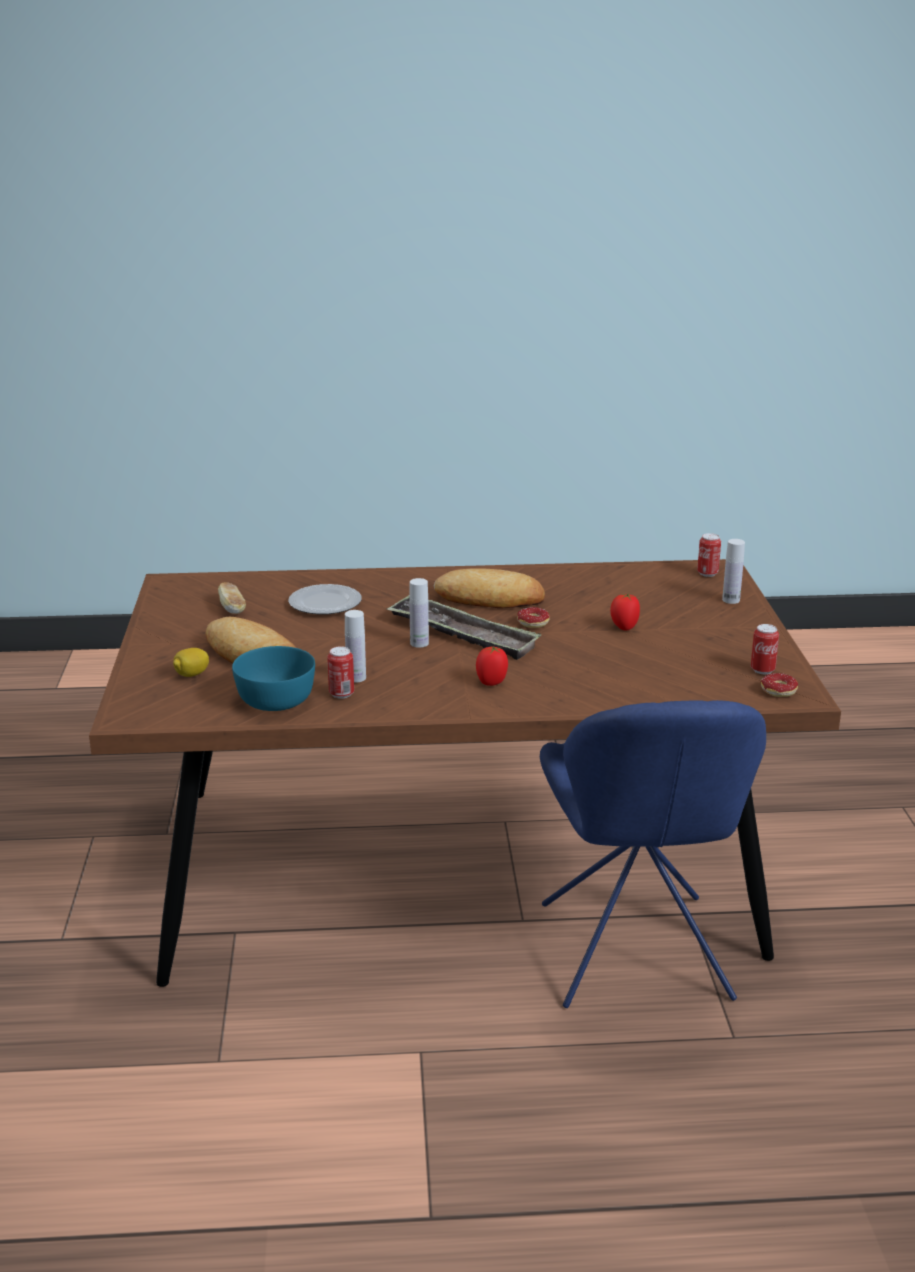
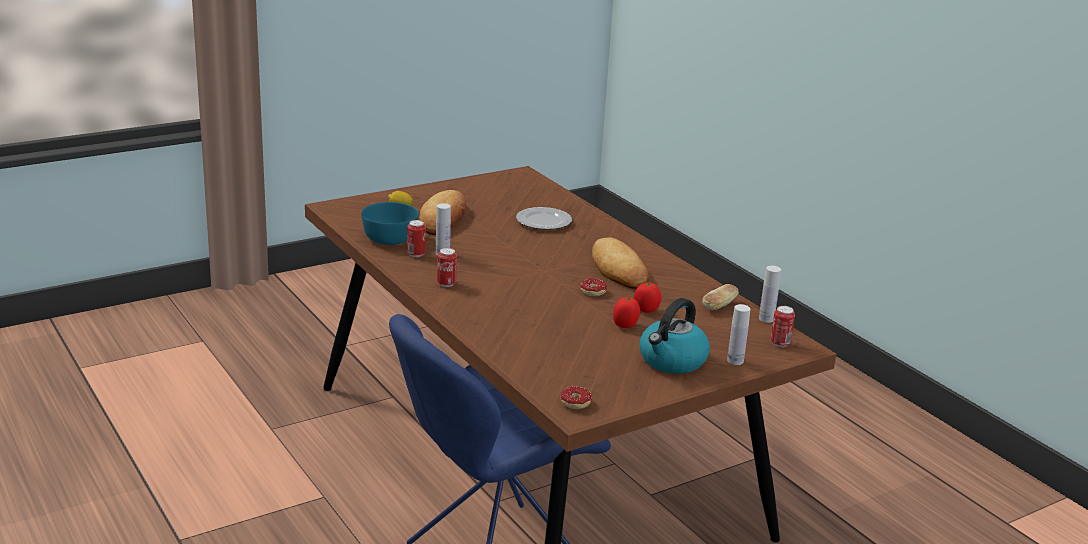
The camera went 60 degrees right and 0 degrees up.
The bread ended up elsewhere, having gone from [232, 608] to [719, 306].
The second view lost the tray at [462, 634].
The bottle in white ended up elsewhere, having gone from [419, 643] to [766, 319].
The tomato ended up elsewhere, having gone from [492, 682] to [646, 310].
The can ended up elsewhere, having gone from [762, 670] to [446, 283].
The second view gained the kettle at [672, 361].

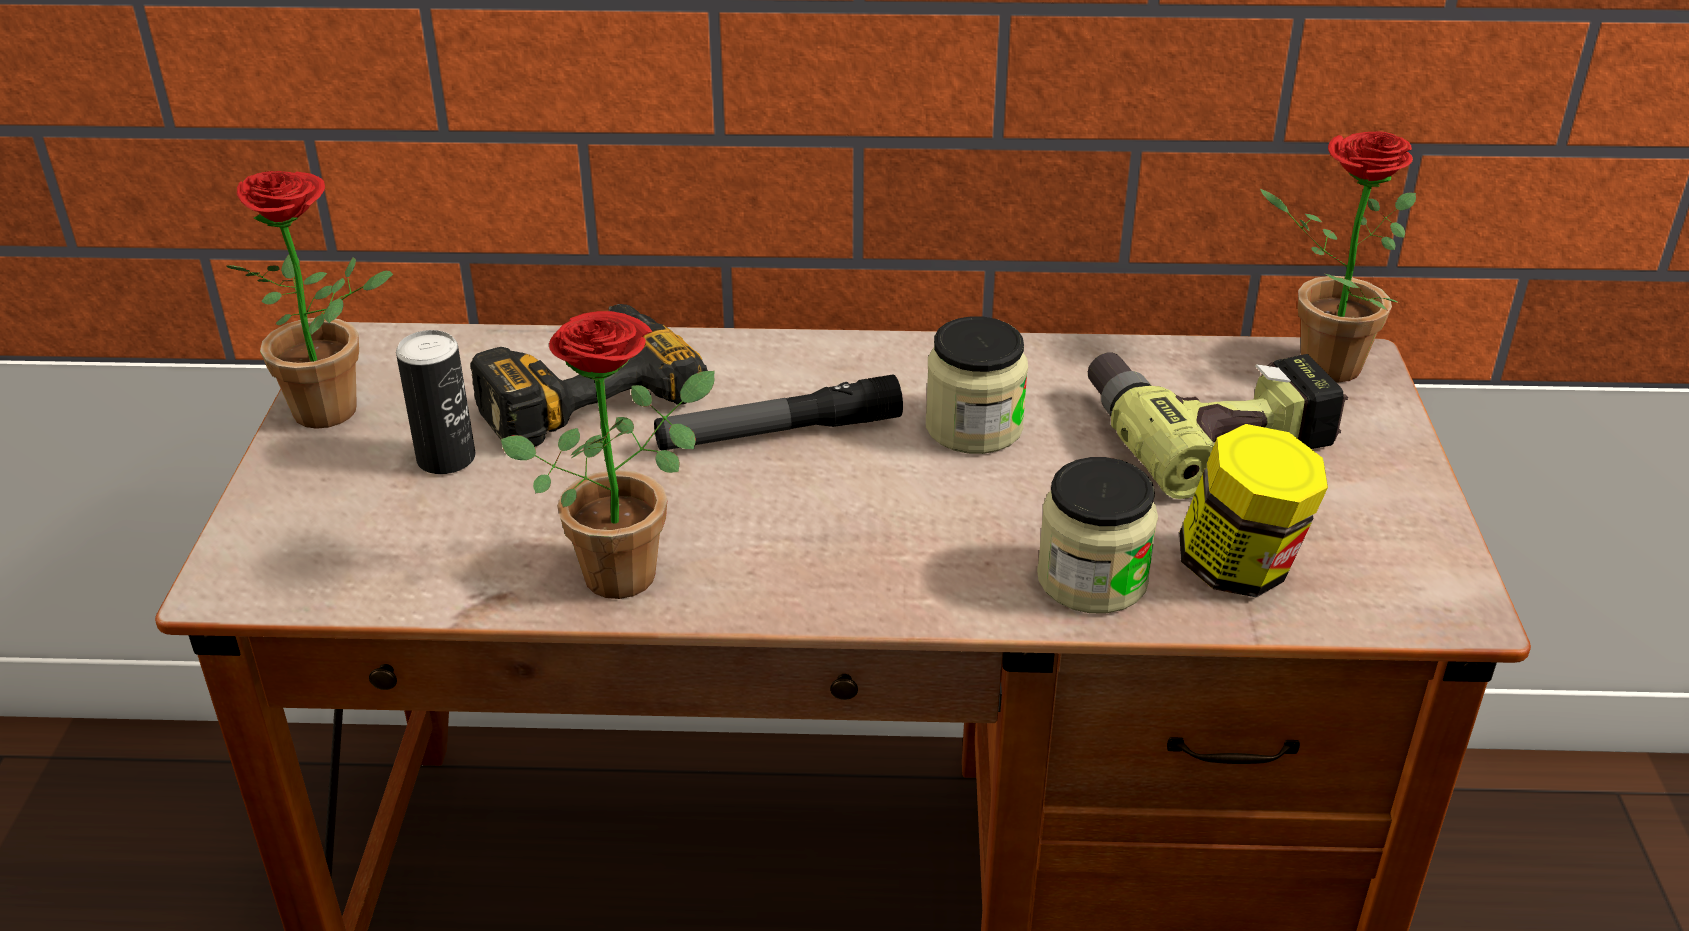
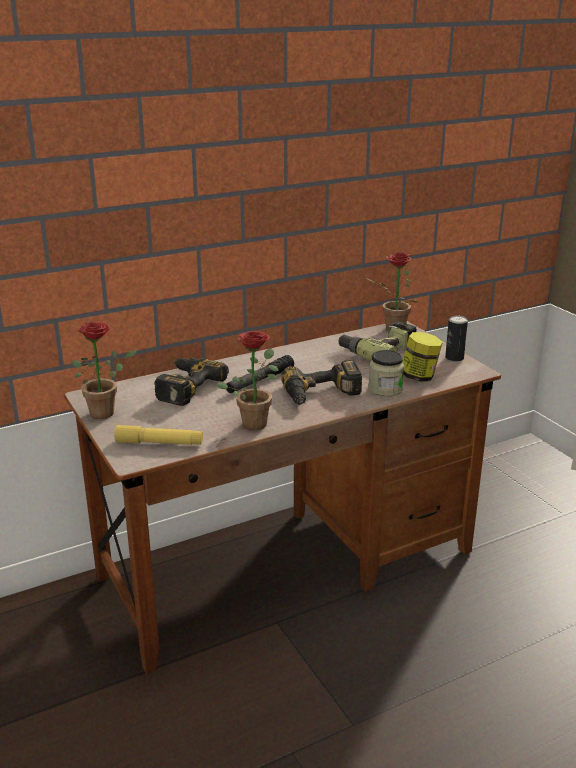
The camera went 30 degrees left and 10 degrees down.
The can ended up elsewhere, having gone from [446, 458] to [454, 358].
The second view lost the jar at [974, 427].
The second view gained the flashlight in yellow at [159, 443].
The second view gained the power drill at [322, 395].

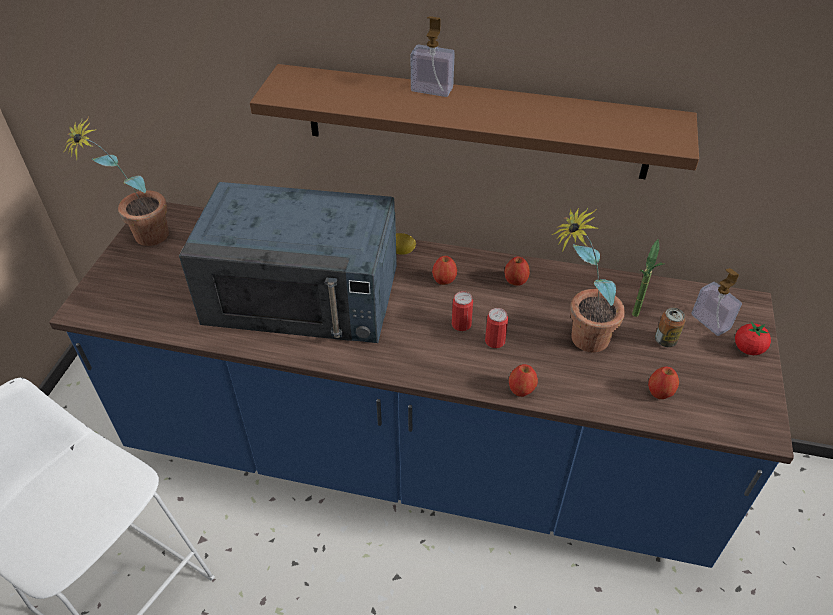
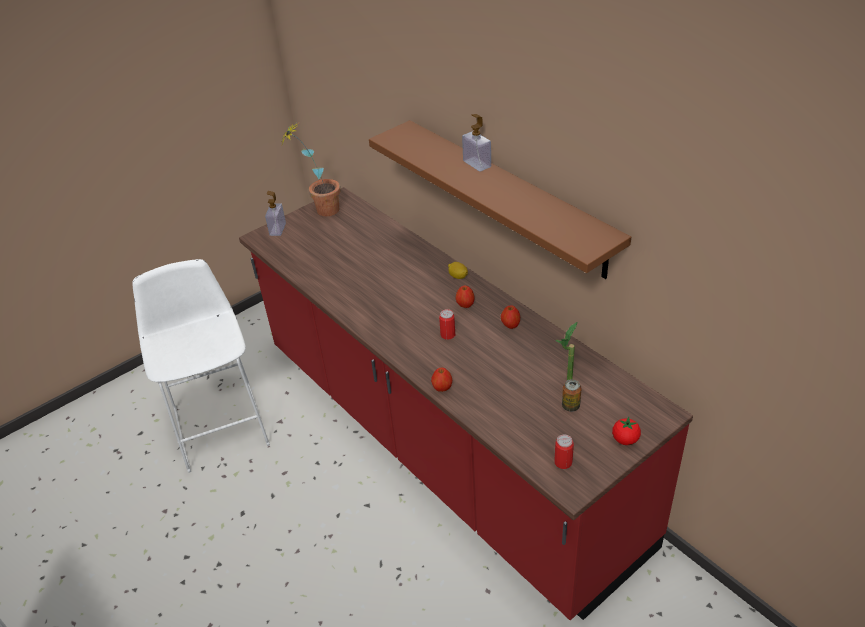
The camera went 40 degrees right and 5 degrees down.
What was the counter in blue at [416, 455] turned into the counter in red at [443, 442].
The second view lost the microwave in blue at [303, 293].
The can ended up elsewhere, having gone from [495, 341] to [563, 462].
The second view lost the potted plant at [577, 339].
The second view lost the apple at [660, 393].
The soap dispenser ended up elsewhere, having gone from [710, 322] to [277, 229].

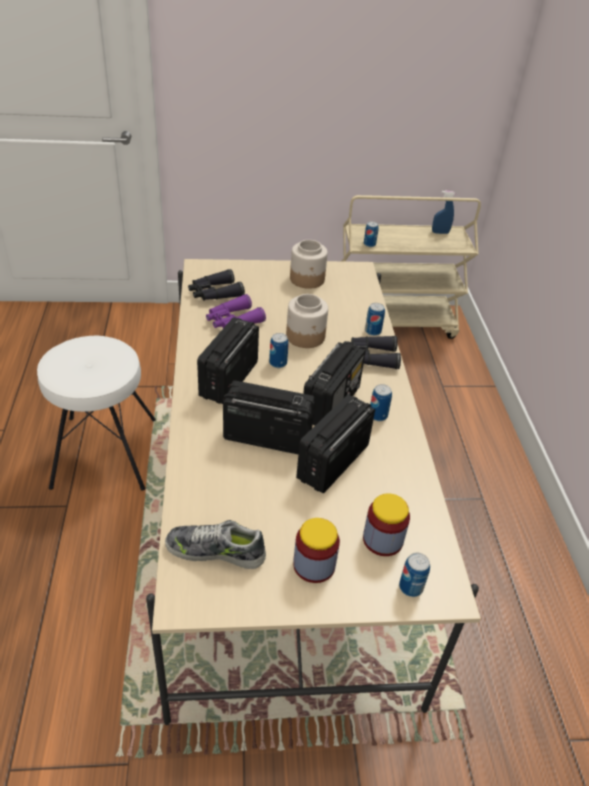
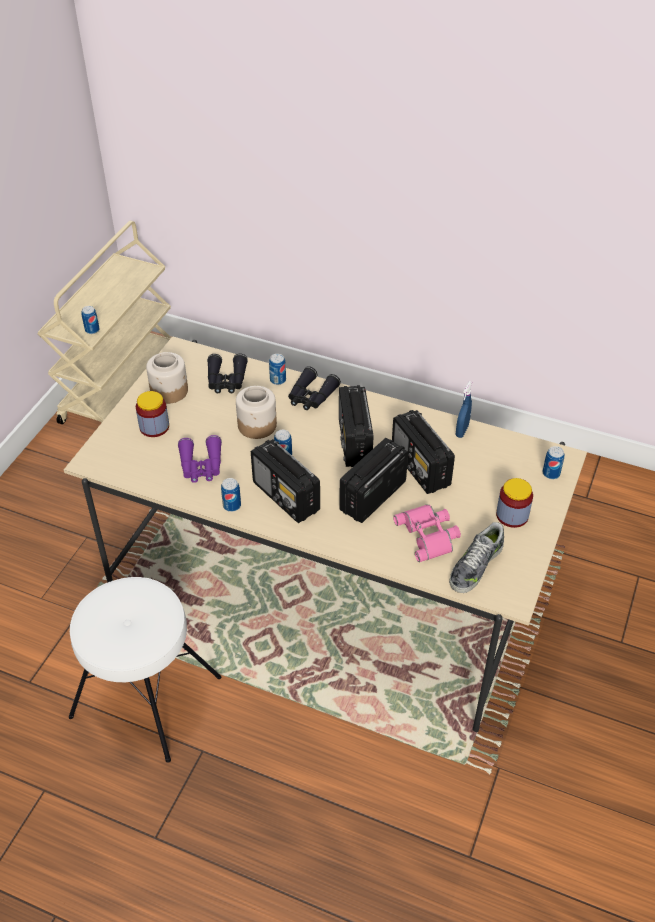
The camera went 60 degrees left and 5 degrees up.
The binoculars in black ended up elsewhere, having gone from [214, 293] to [226, 380].
The radio at [331, 403] ended up facing another way, 150 degrees counterclockwise from before.
The jar ended up elsewhere, having gone from [382, 539] to [154, 427].
The can ended up elsewhere, having gone from [378, 415] to [232, 505].
The spray bottle in blue ended up elsewhere, having gone from [440, 232] to [462, 431].
The second view gained the binoculars in pink at [429, 535].

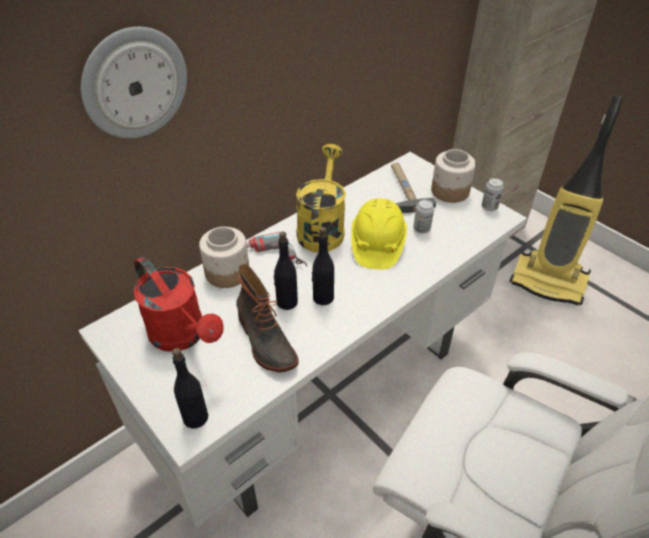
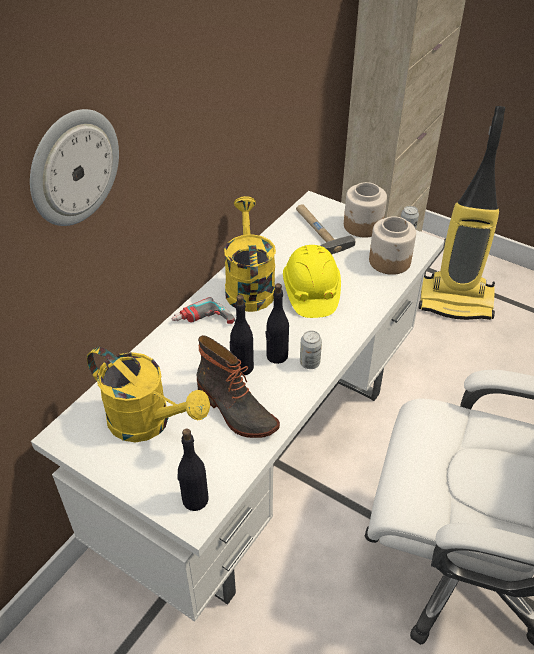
The camera went 15 degrees left and 0 degrees up.
What was the watering can in red at [183, 336] turned into the watering can in yellow at [148, 423].
The jar ended up elsewhere, having gone from [228, 272] to [390, 261].
The can ended up elsewhere, having gone from [421, 229] to [309, 363].

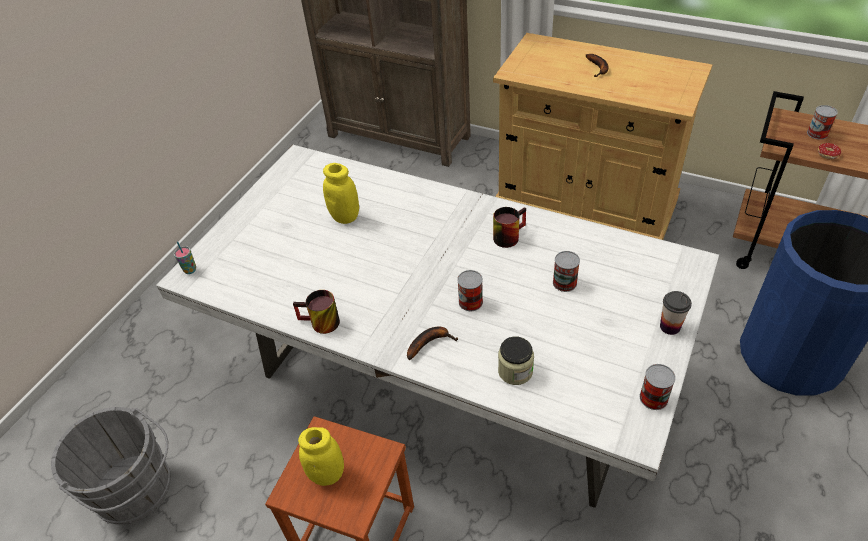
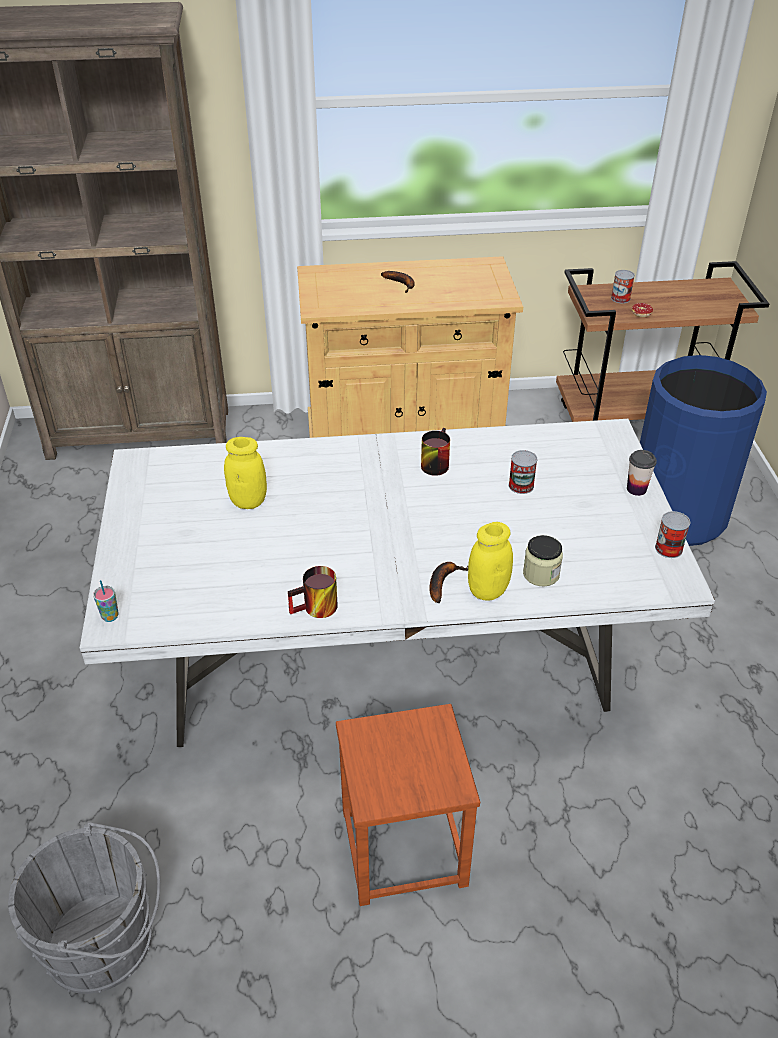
The camera went 35 degrees left and 5 degrees down.
The jar in yellow ended up elsewhere, having gone from [327, 474] to [487, 590].
The second view lost the can at [470, 302].

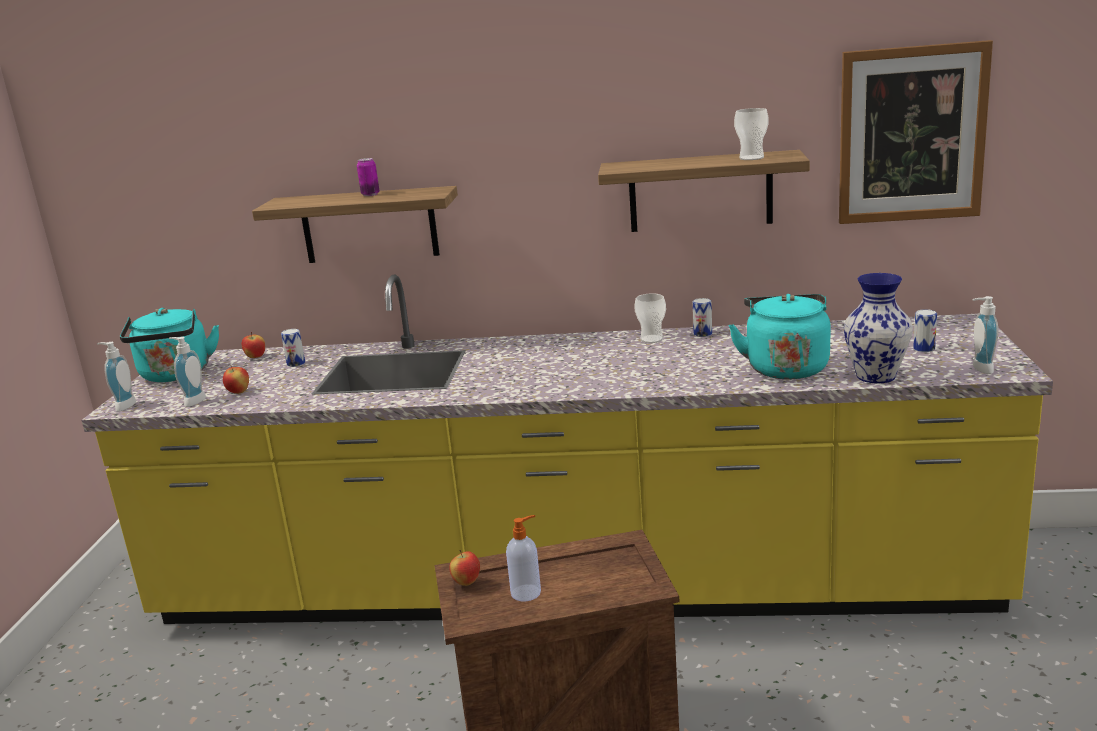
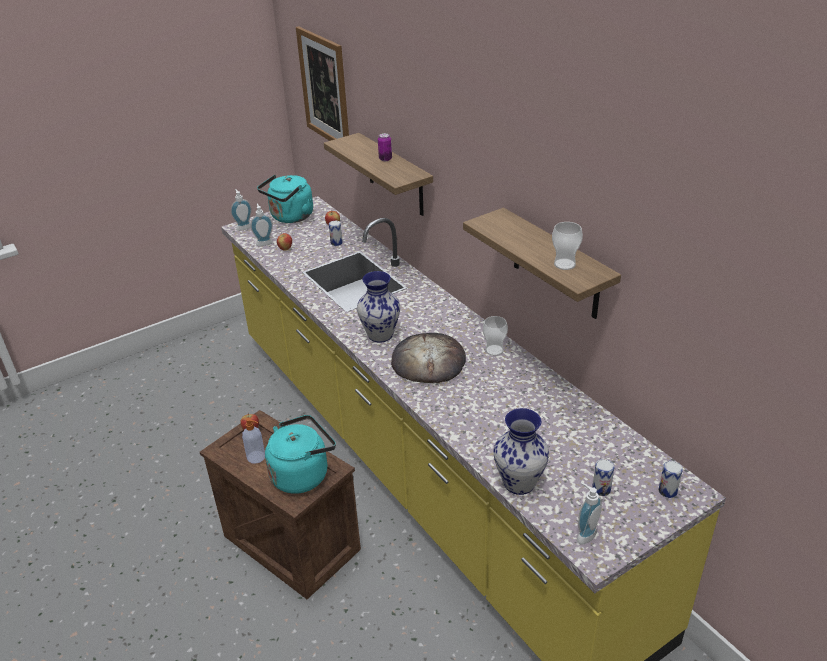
The camera went 50 degrees right and 15 degrees up.
The can ended up elsewhere, having gone from [702, 334] to [667, 491].
The kettle in turquoise ended up elsewhere, having gone from [785, 367] to [302, 474].
The picture ended up elsewhere, having gone from [911, 135] to [324, 88].
The second view gained the vase at [379, 335].
The second view gained the bread at [428, 361].

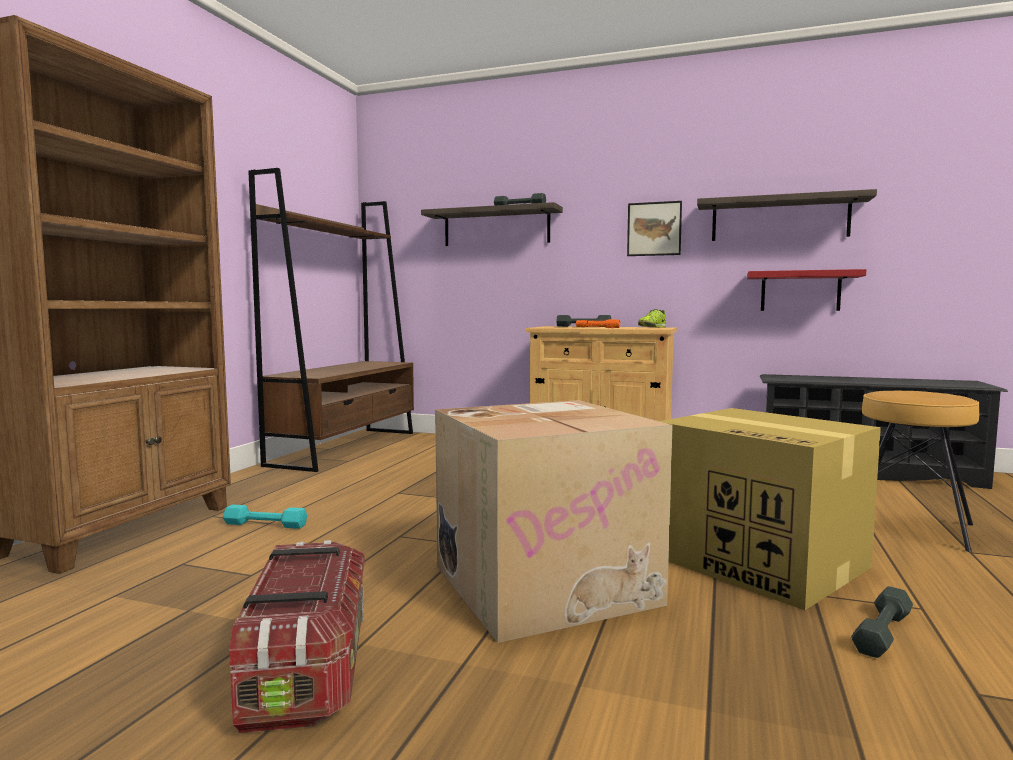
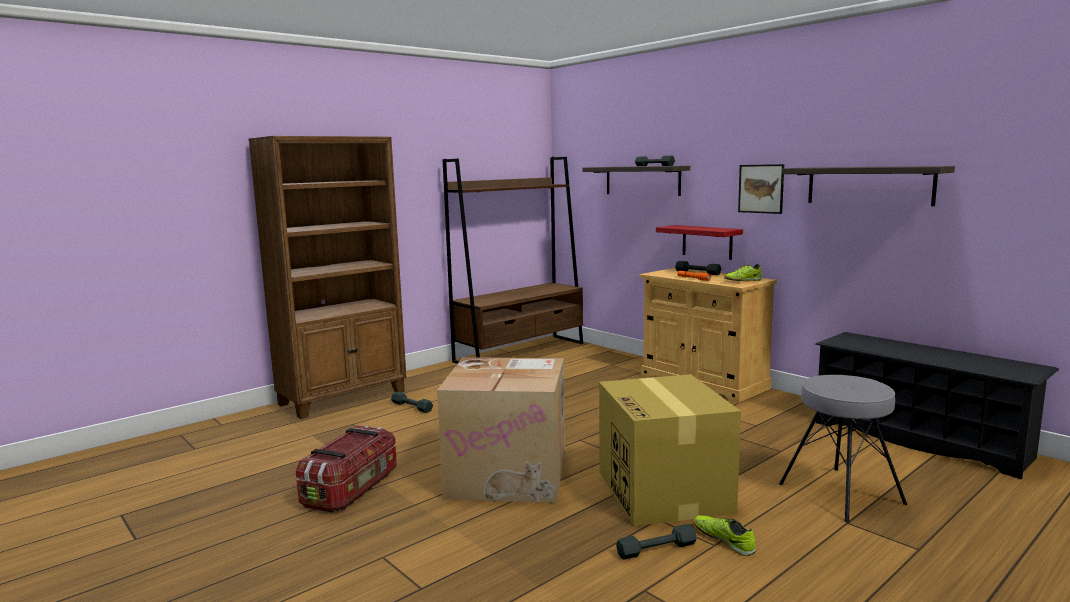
The camera went 30 degrees right and 5 degrees up.
What was the dumbbell in turquoise at [265, 525] turned into the dumbbell in grey at [411, 407].
The shelf in red ended up elsewhere, having gone from [800, 291] to [707, 242].
What was the stool in brown at [909, 527] turned into the stool in grey at [840, 494].
The second view gained the shoe at [724, 540].

